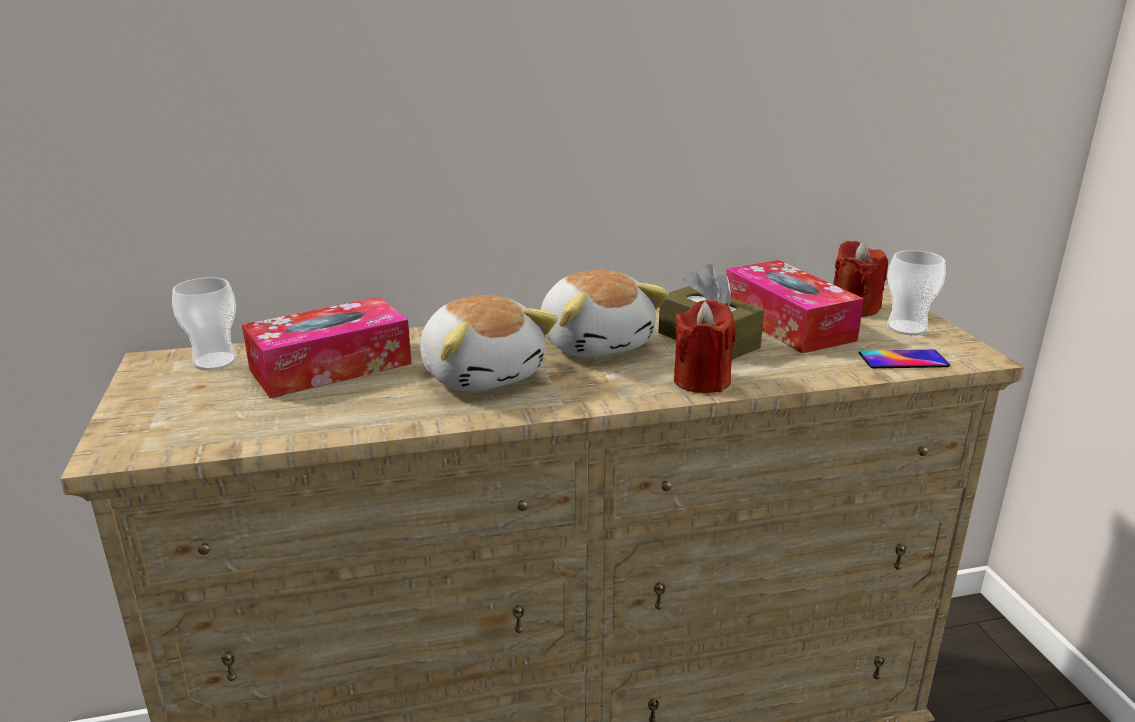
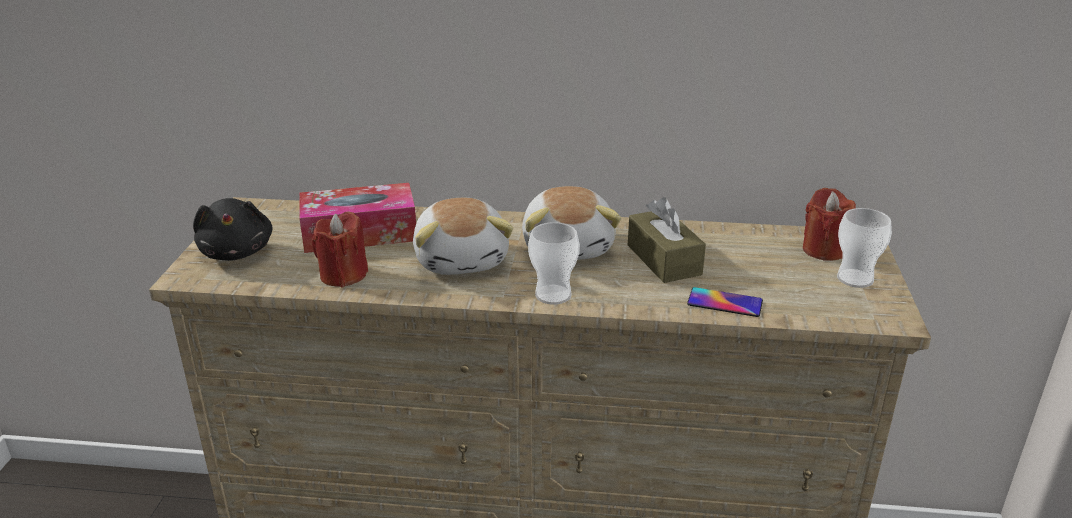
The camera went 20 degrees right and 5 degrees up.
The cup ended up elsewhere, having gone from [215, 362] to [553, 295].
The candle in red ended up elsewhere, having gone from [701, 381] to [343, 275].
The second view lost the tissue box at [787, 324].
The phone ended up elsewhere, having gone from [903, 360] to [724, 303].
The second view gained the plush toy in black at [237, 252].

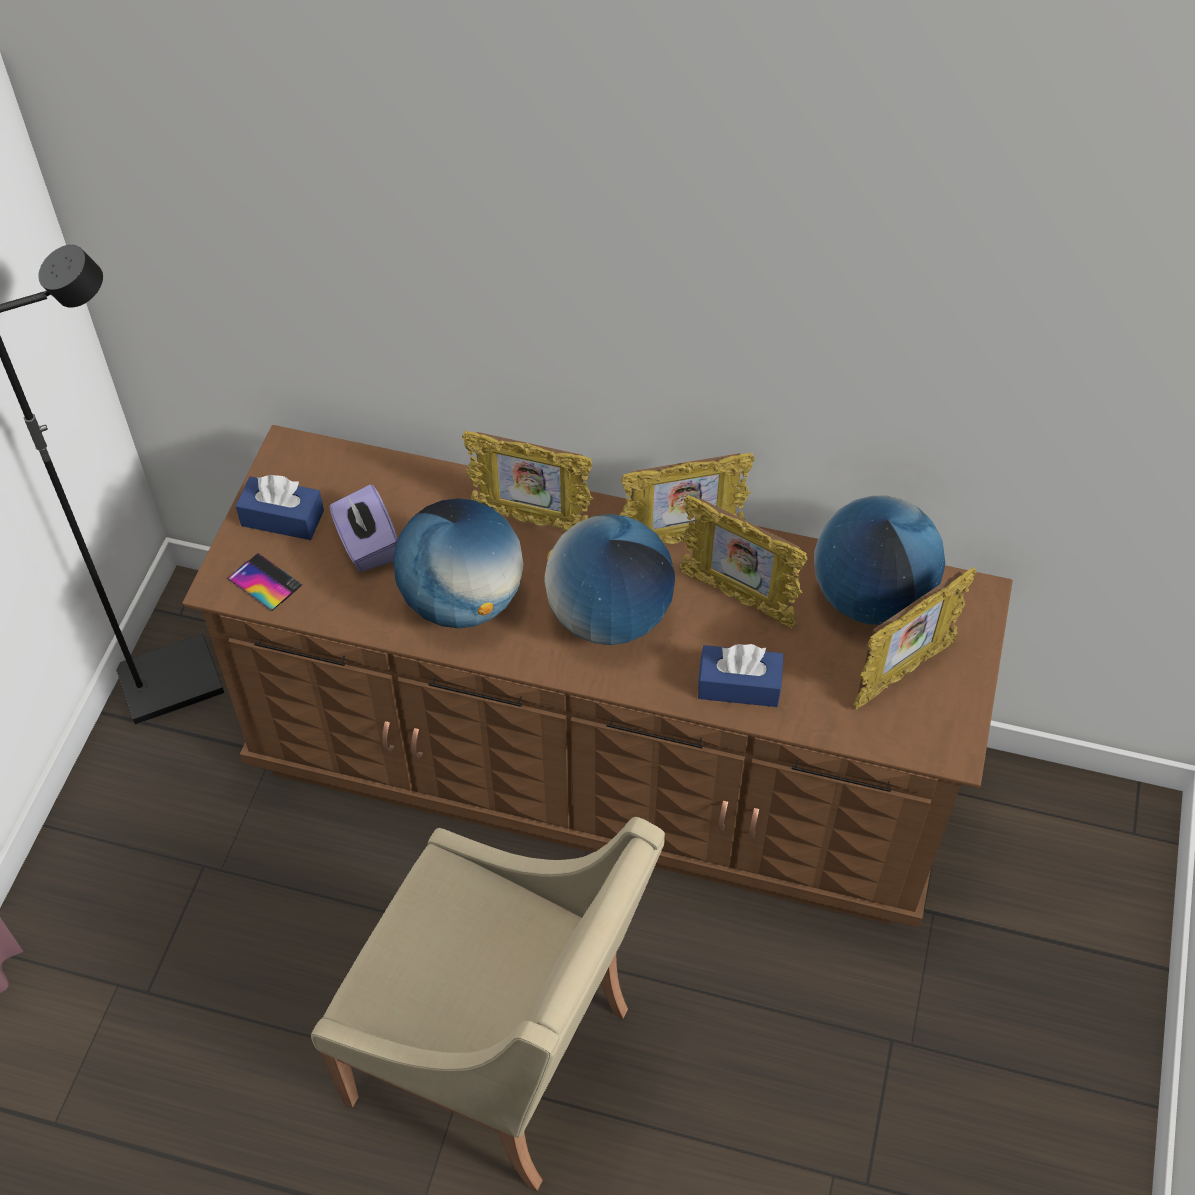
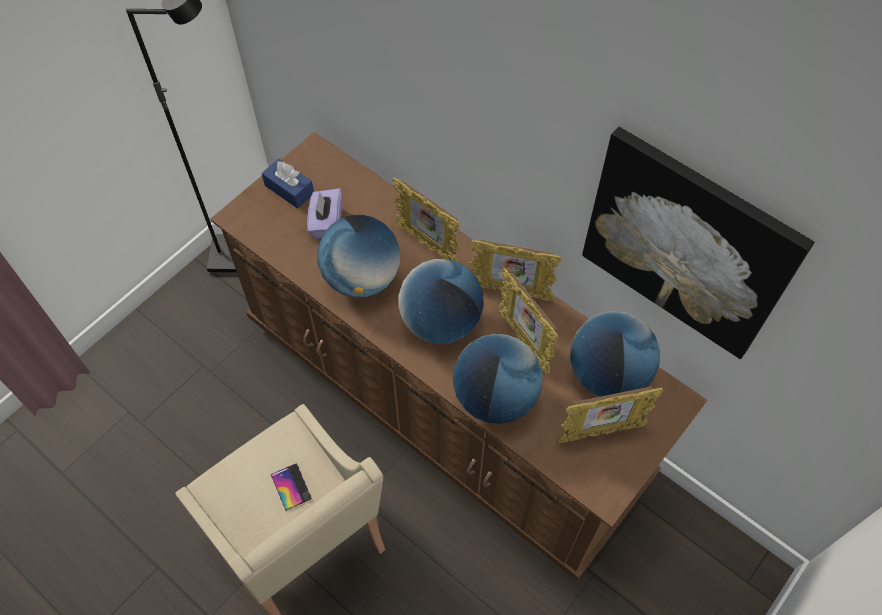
The camera went 25 degrees right and 5 degrees up.
The phone ended up elsewhere, having gone from [265, 582] to [291, 486].
Where the tissue box in blue stood at [739, 685], the globe came to stand at [495, 397].
The second view gained the picture at [687, 244].

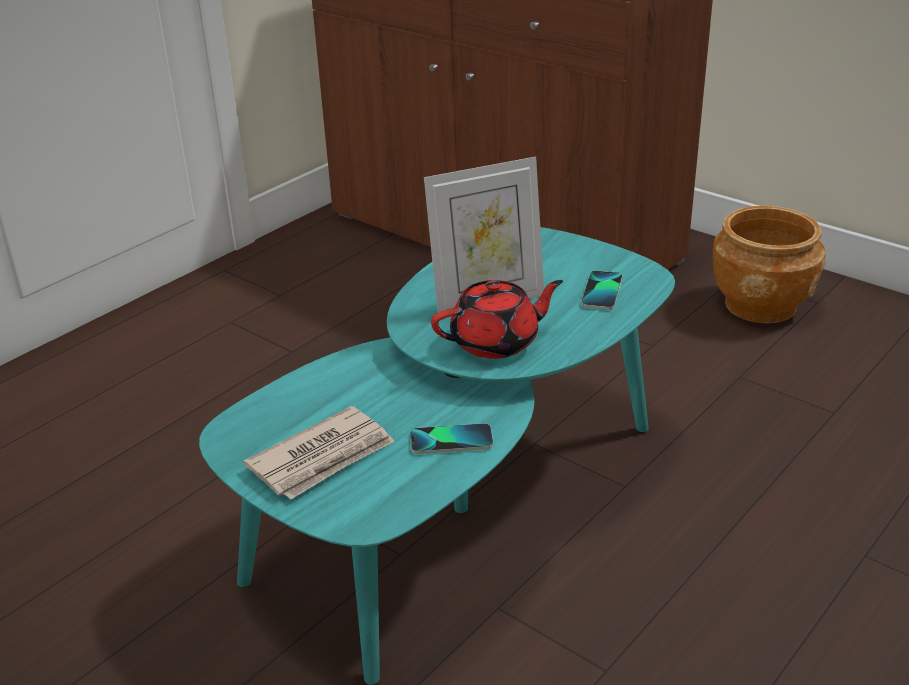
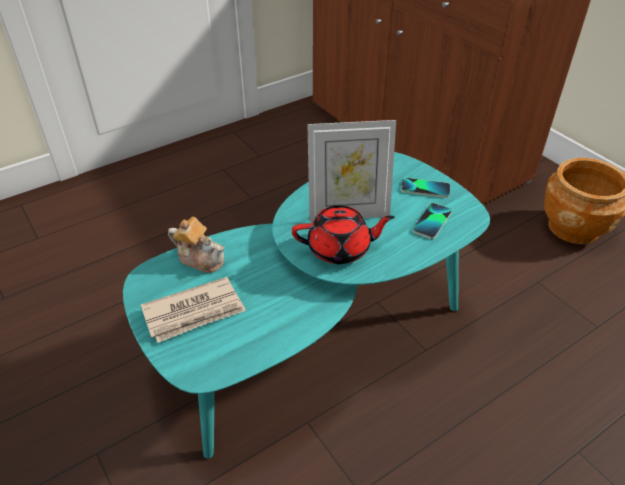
The camera went 15 degrees right and 10 degrees up.
The phone ended up elsewhere, having gone from [451, 440] to [425, 188].
The second view gained the teapot at [200, 258].

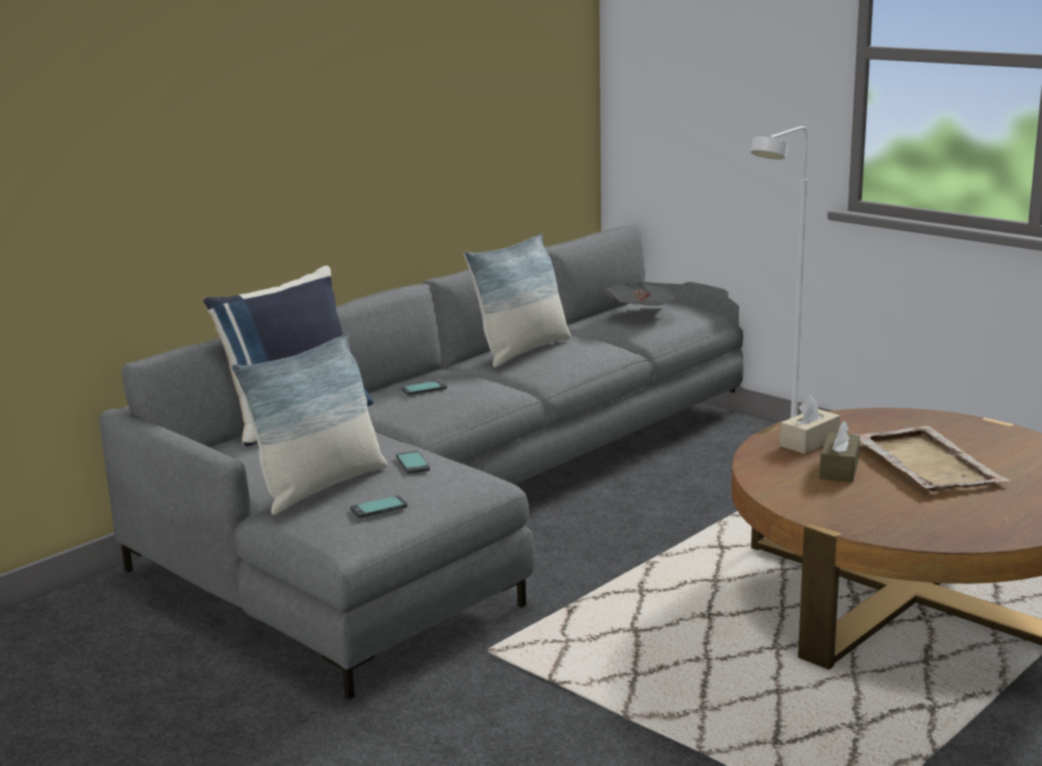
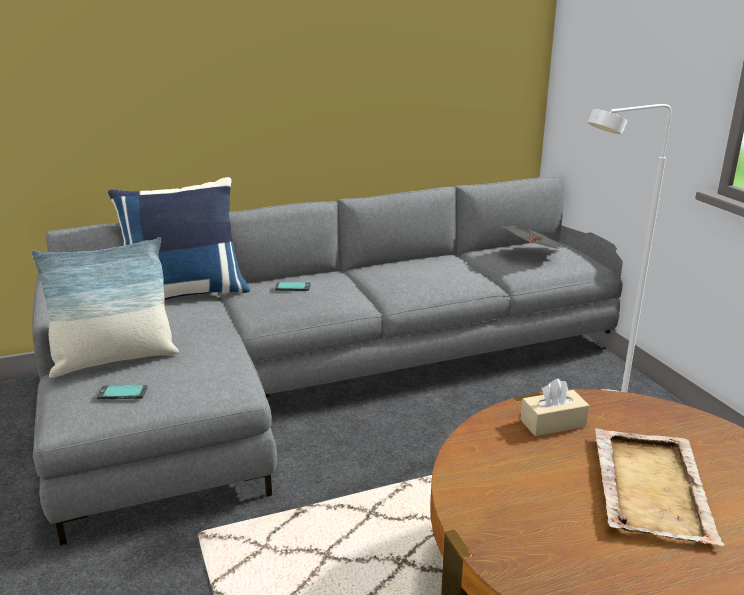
The camera went 25 degrees right and 5 degrees up.
The second view lost the phone at [413, 463].
The second view lost the pillow at [522, 351].
The second view lost the tissue box in brown at [839, 469].

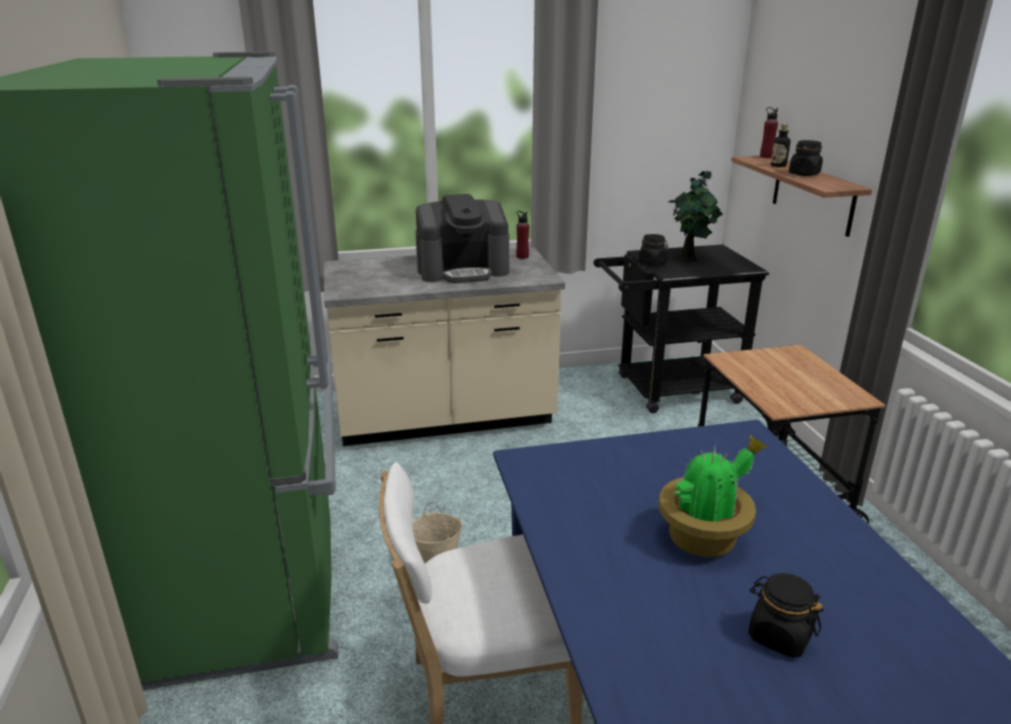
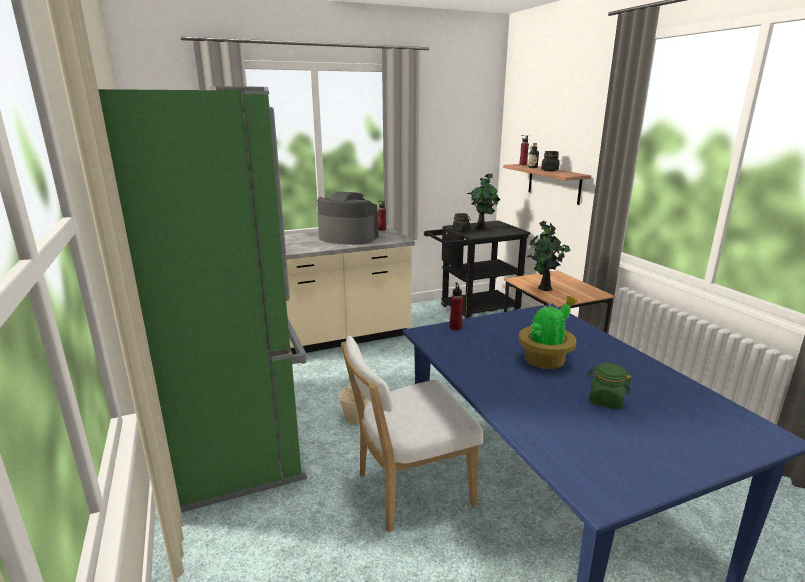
The camera went 10 degrees left and 5 degrees down.
The coffee machine at [463, 270] ended up facing another way, 135 degrees counterclockwise from before.
What was the jar in black at [779, 636] turned into the jar in green at [605, 401].
The second view gained the bottle in red at [455, 327].
The second view gained the potted plant at [544, 288].

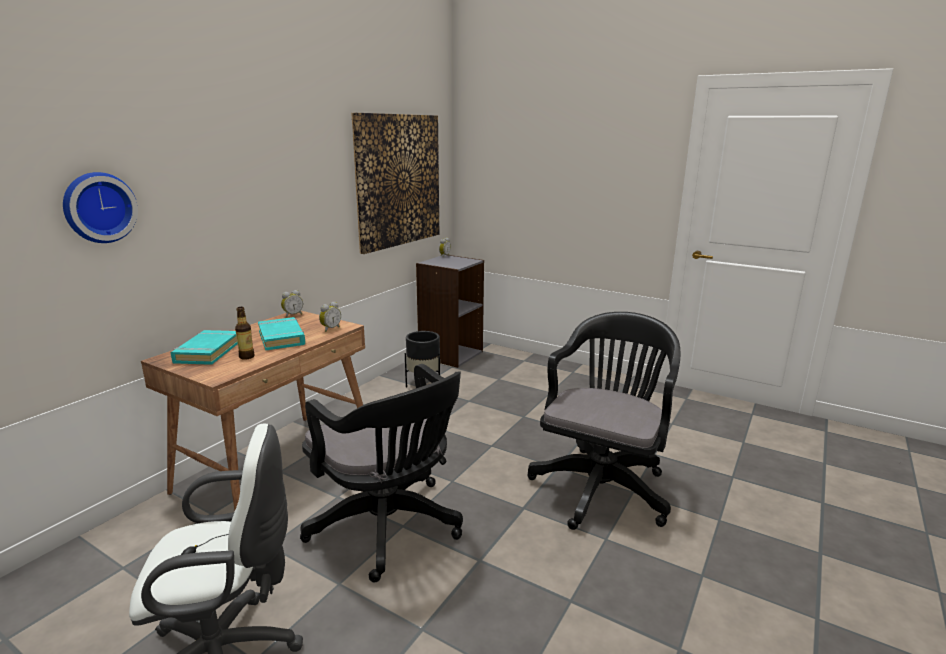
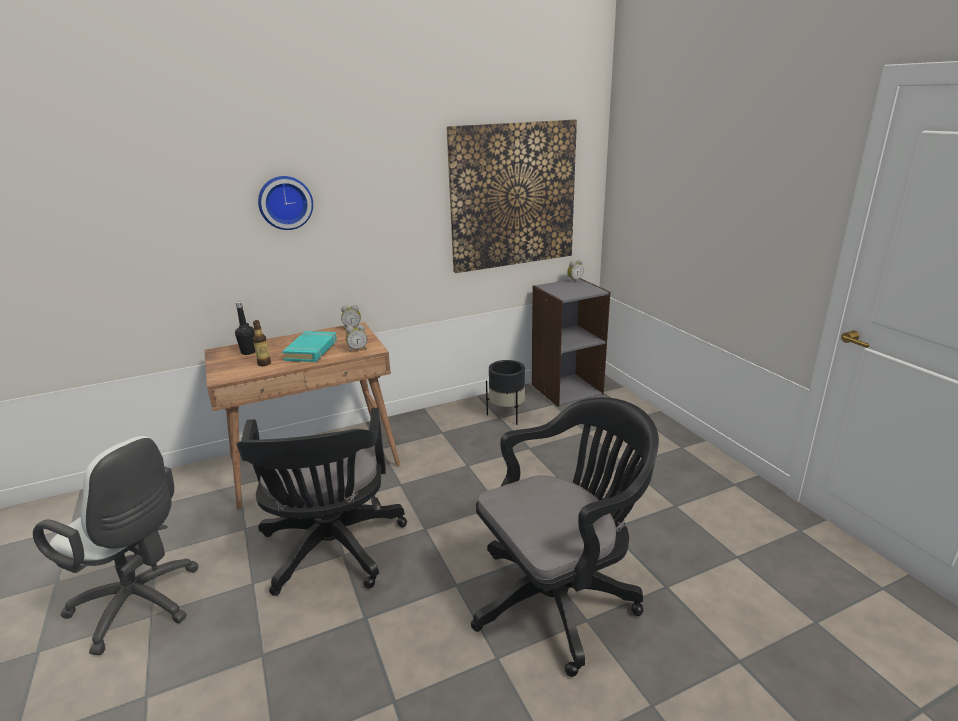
The camera went 35 degrees right and 5 degrees up.
The wall clock ended up elsewhere, having gone from [98, 207] to [285, 202].
Where the book in turquoise stood at [207, 352], the bottle in black came to stand at [249, 352].

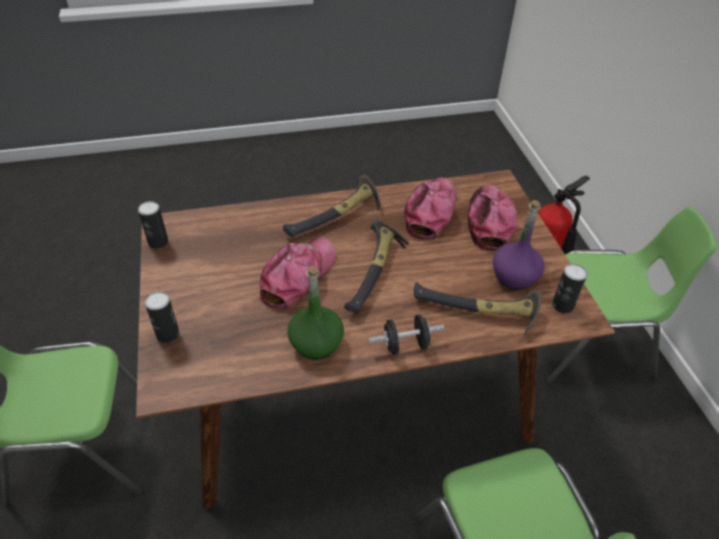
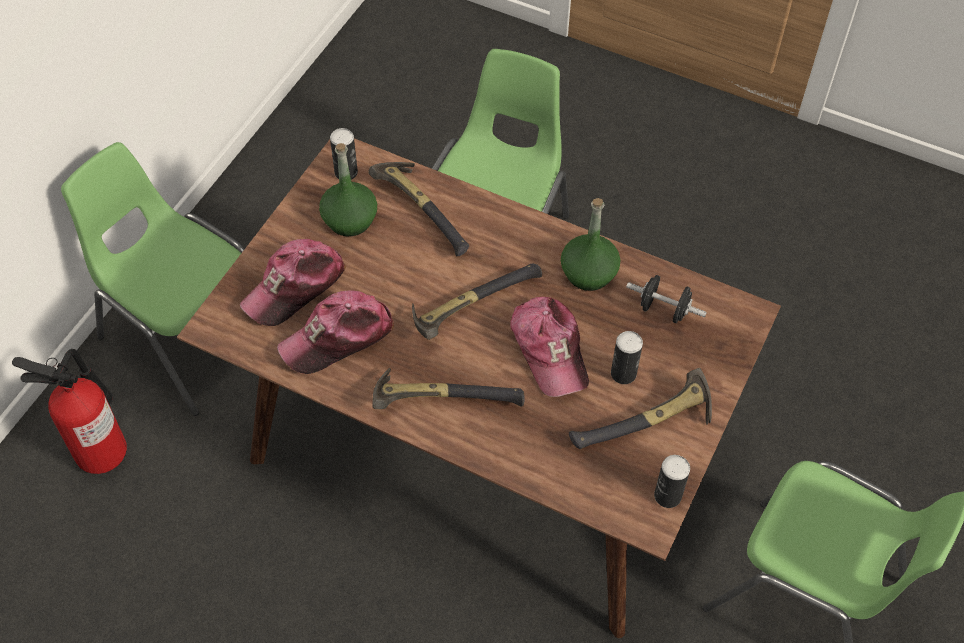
The camera went 140 degrees left and 10 degrees up.
The can ended up elsewhere, having gone from [168, 334] to [623, 373].
The cap at [298, 276] ended up facing another way, 90 degrees counterclockwise from before.
The dumbbell in black ended up elsewhere, having gone from [405, 345] to [663, 310].
What was the bottle in purple at [514, 276] turned into the bottle in green at [349, 220].
The second view gained the hammer at [647, 425].

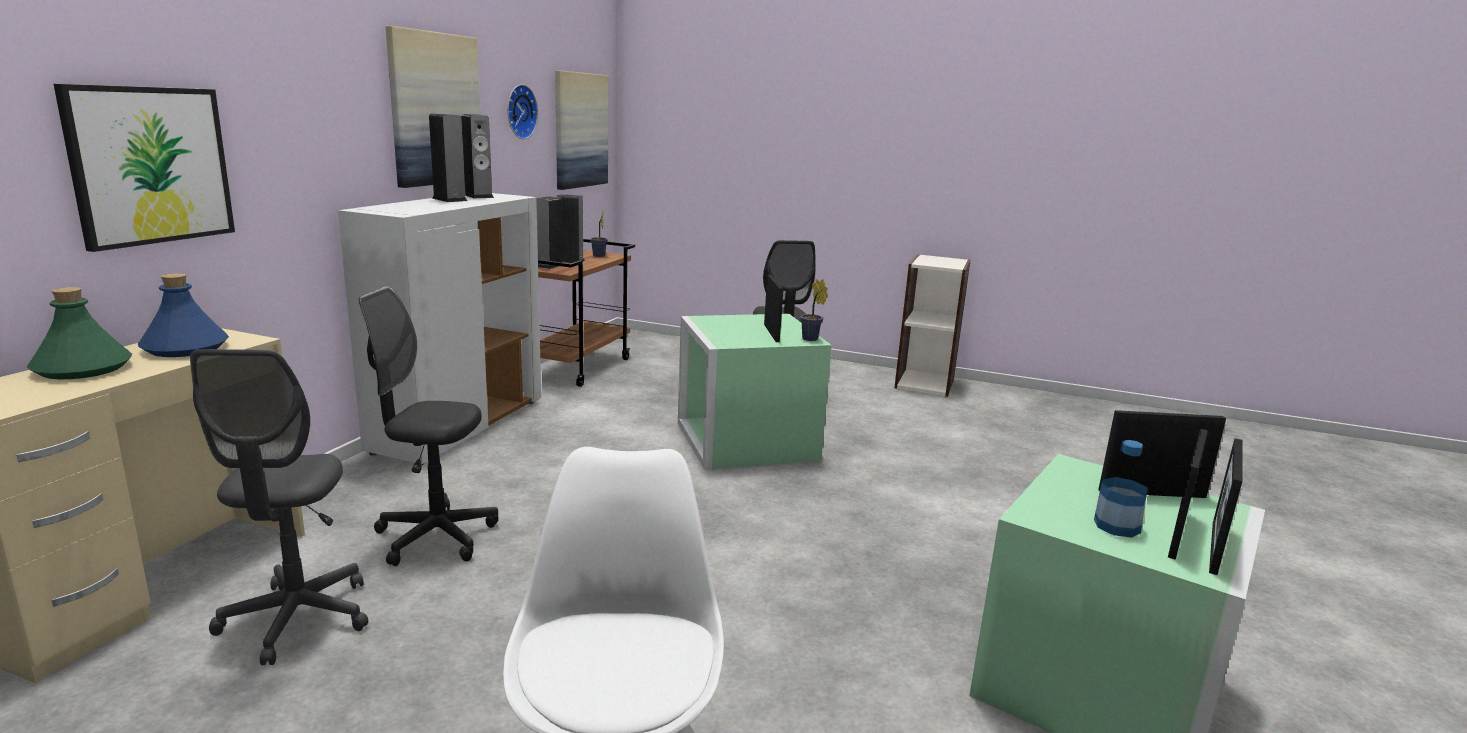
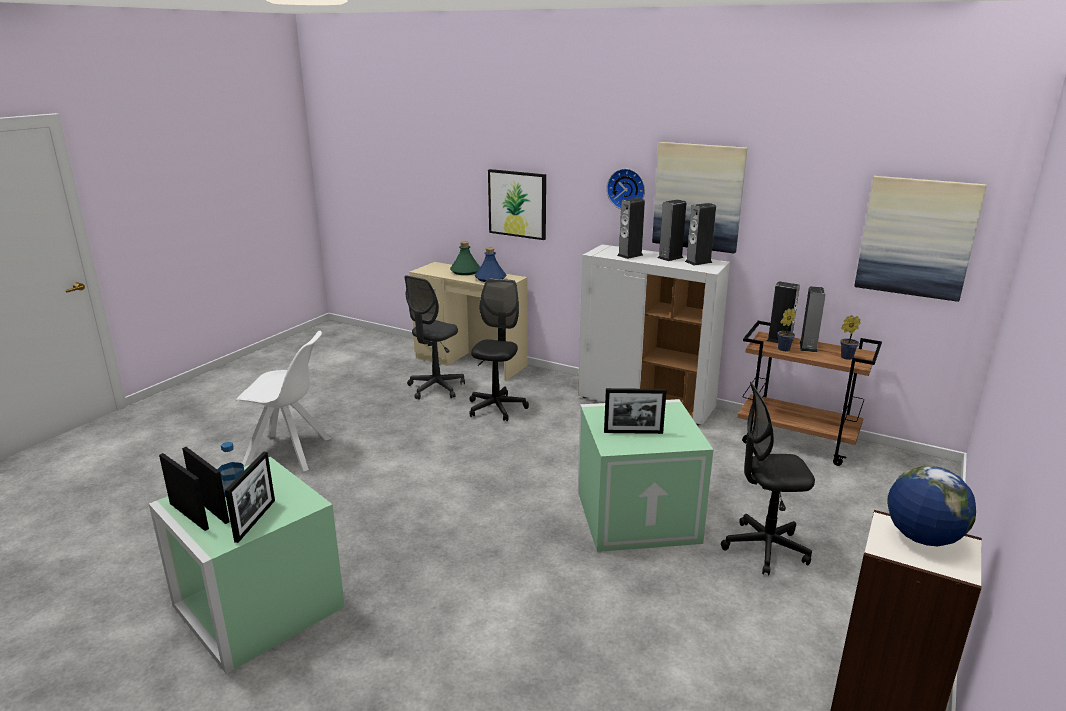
The camera went 100 degrees right and 5 degrees up.
The office chair in grey at [297, 619] ended up facing another way, 60 degrees counterclockwise from before.
The wall clock ended up elsewhere, having gone from [519, 111] to [627, 189].
The potted plant ended up elsewhere, having gone from [811, 339] to [782, 349].
The second view gained the speaker at [630, 255].
The second view gained the globe at [922, 538].

